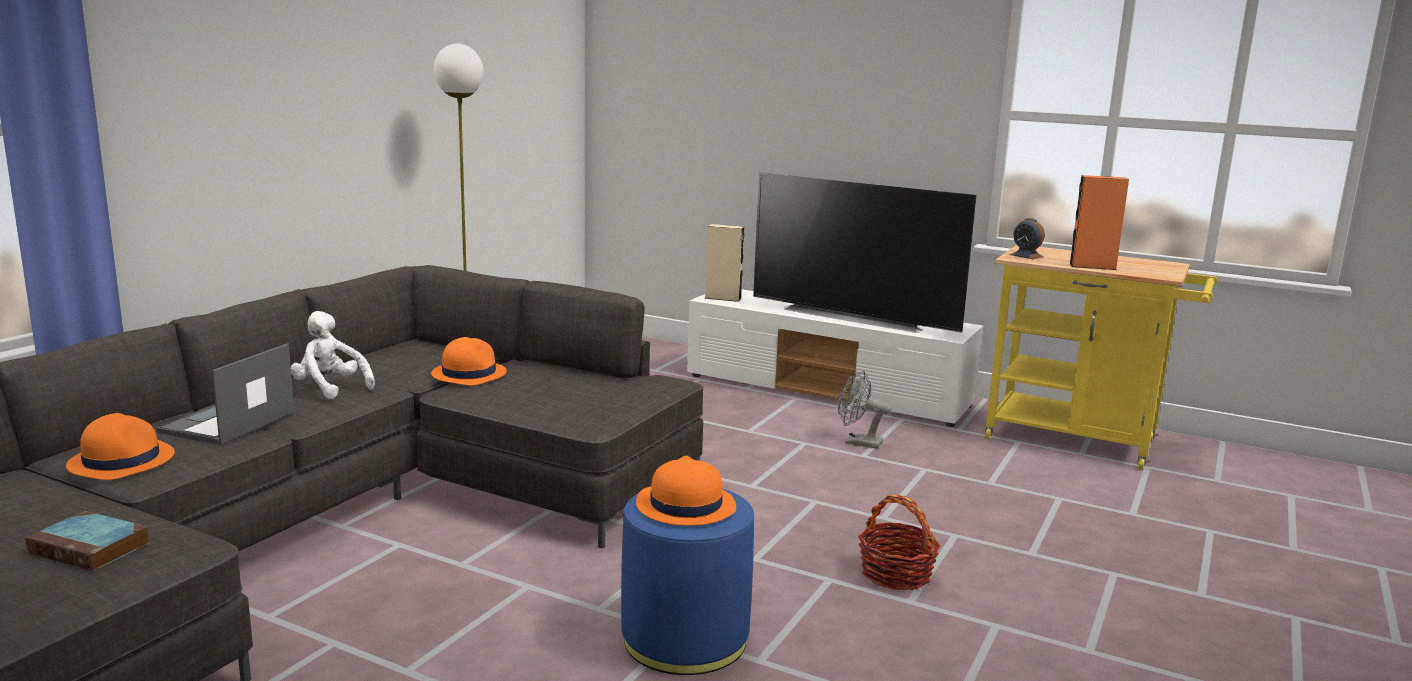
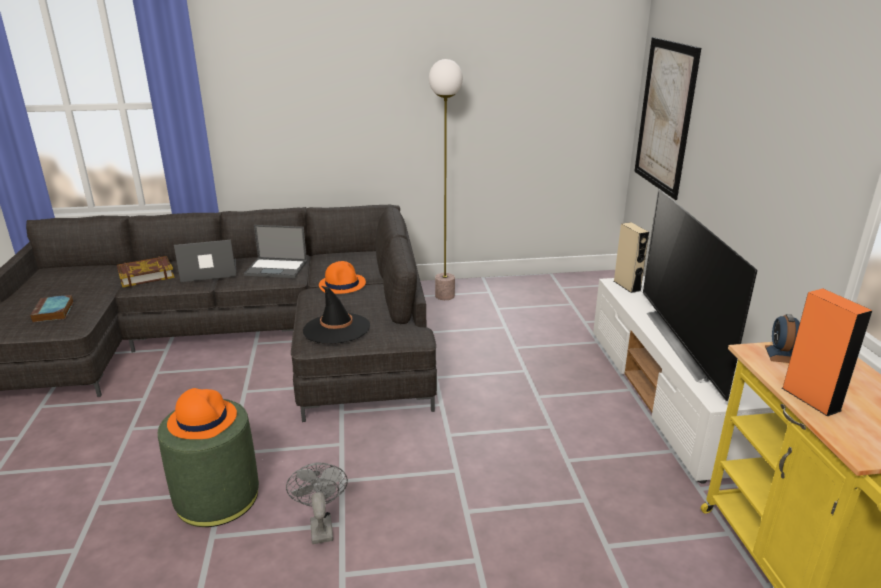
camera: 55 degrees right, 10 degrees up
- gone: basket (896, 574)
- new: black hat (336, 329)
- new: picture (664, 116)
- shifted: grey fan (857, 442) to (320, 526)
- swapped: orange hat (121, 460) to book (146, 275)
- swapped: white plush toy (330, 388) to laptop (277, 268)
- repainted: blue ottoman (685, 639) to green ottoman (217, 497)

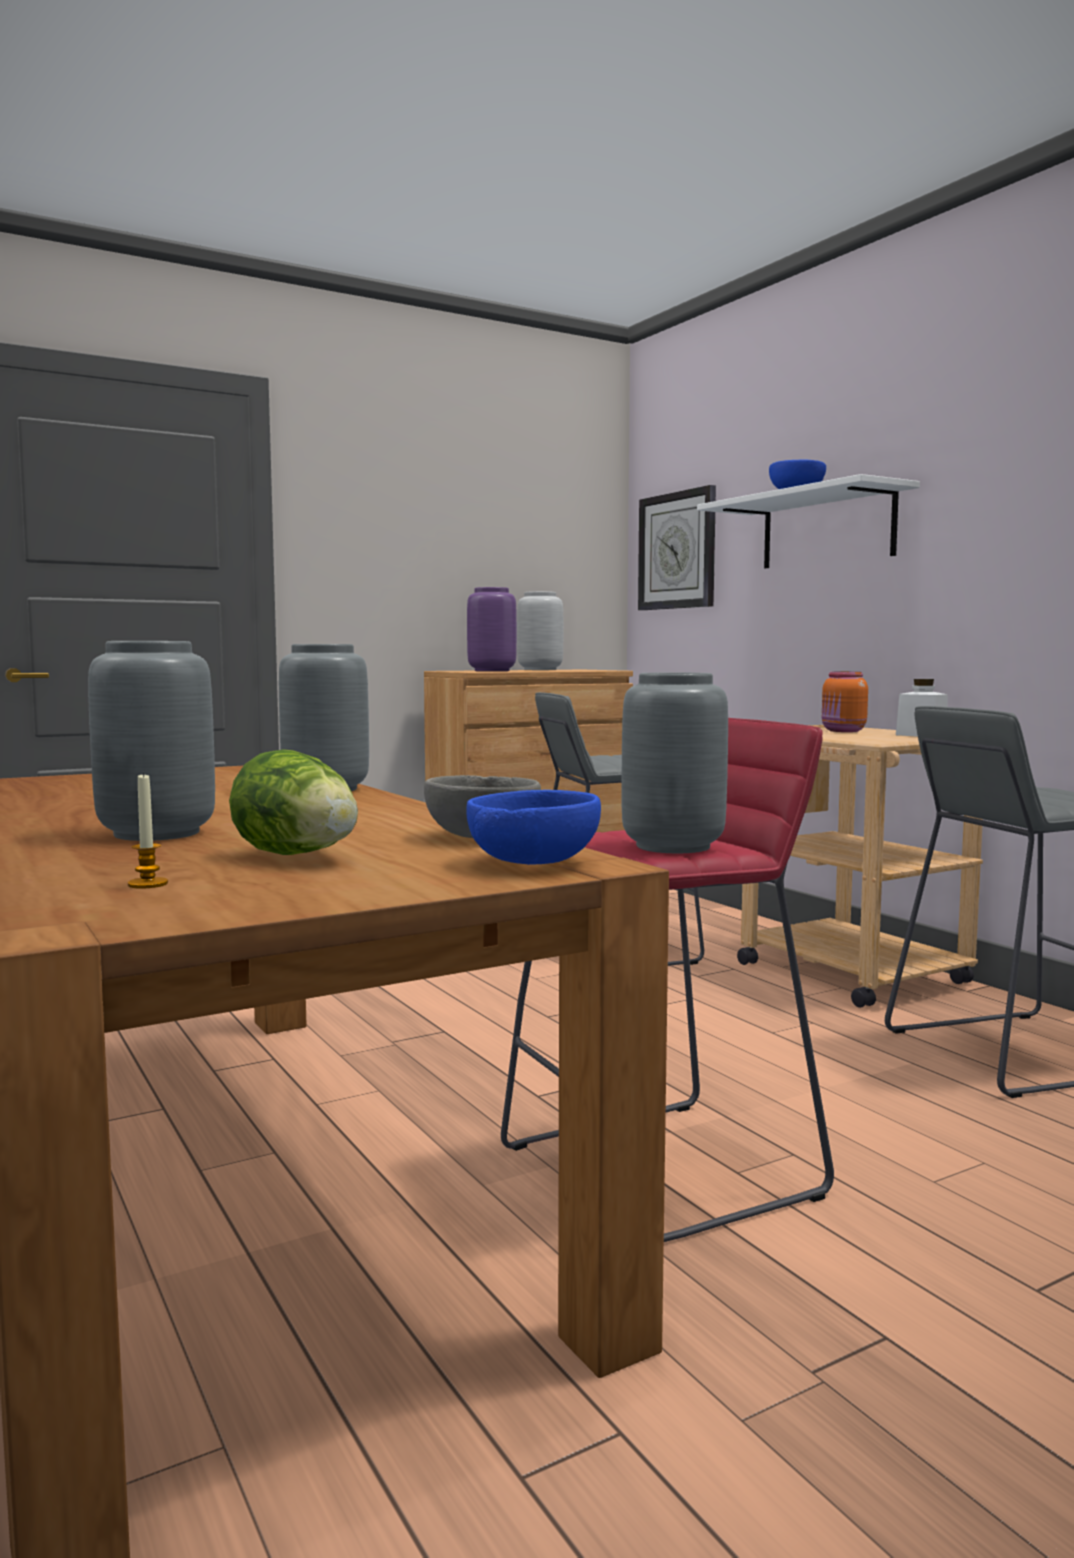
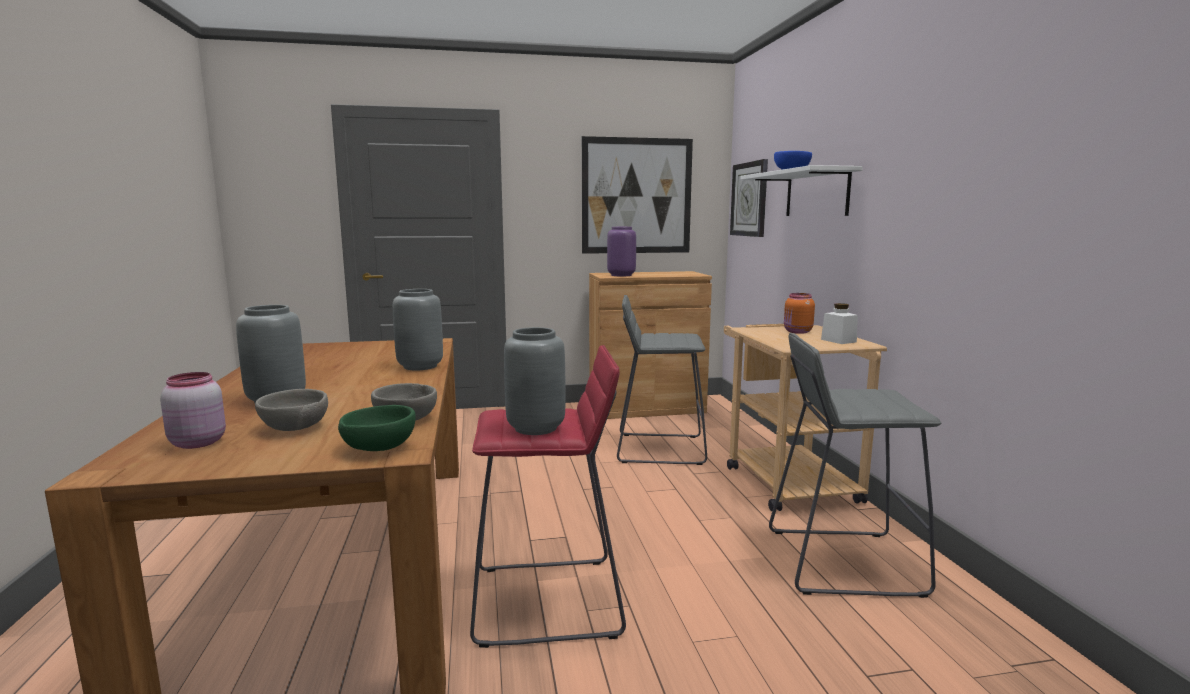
camera: 20 degrees right, 5 degrees up
- gone: grey vase (541, 669)
- new: picture (636, 196)
- swapped: candle (148, 884) to pink jar (197, 442)
- swapped: lettuce (300, 856) to grey bowl (296, 427)
- repainted: blue bowl (536, 862) to green bowl (381, 448)

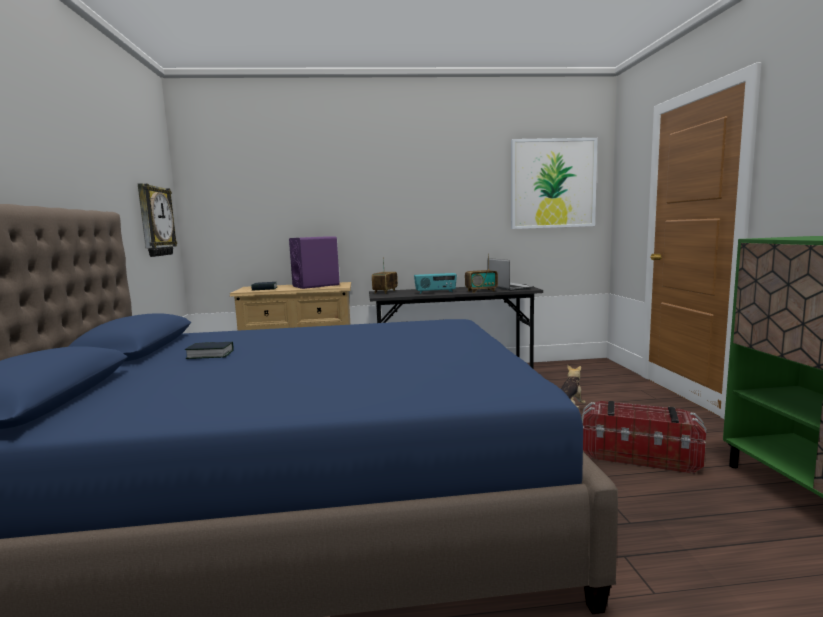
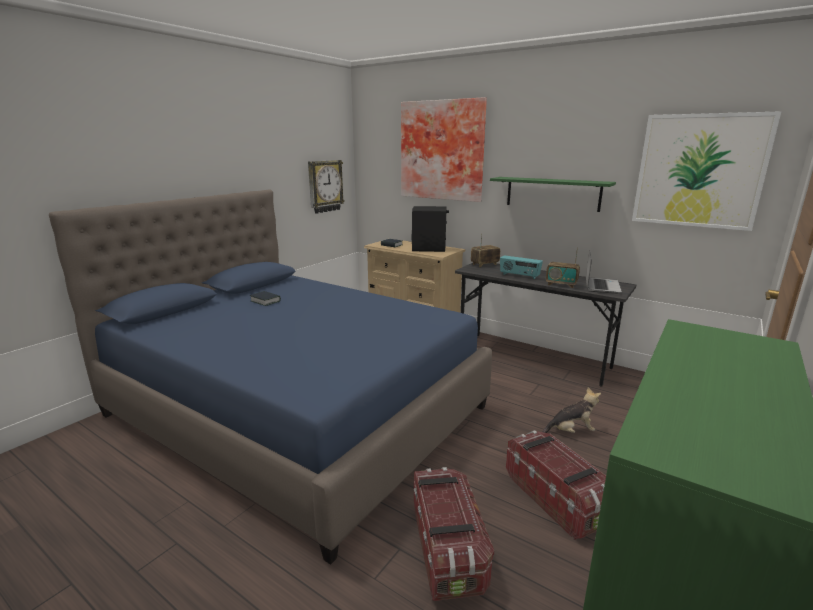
camera: 40 degrees right, 10 degrees up
- new: picture (443, 150)
- new: storage box (447, 549)
- new: green shelf (552, 193)
- repainted: purple speaker (316, 285) to black speaker (429, 249)

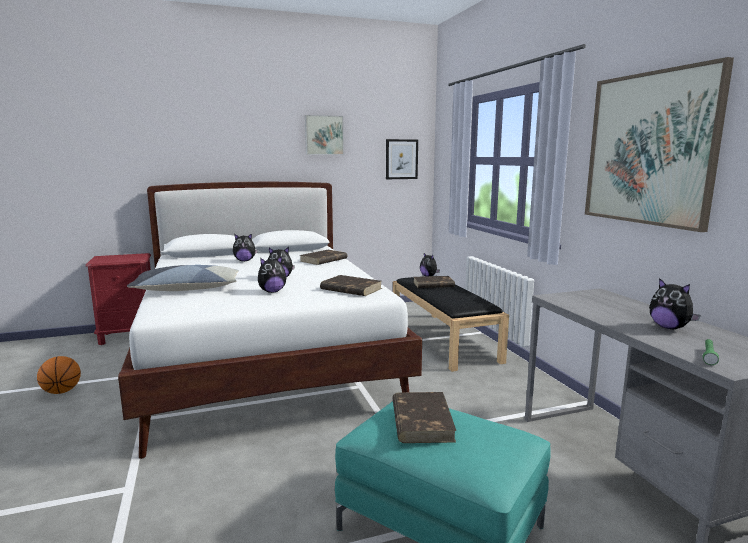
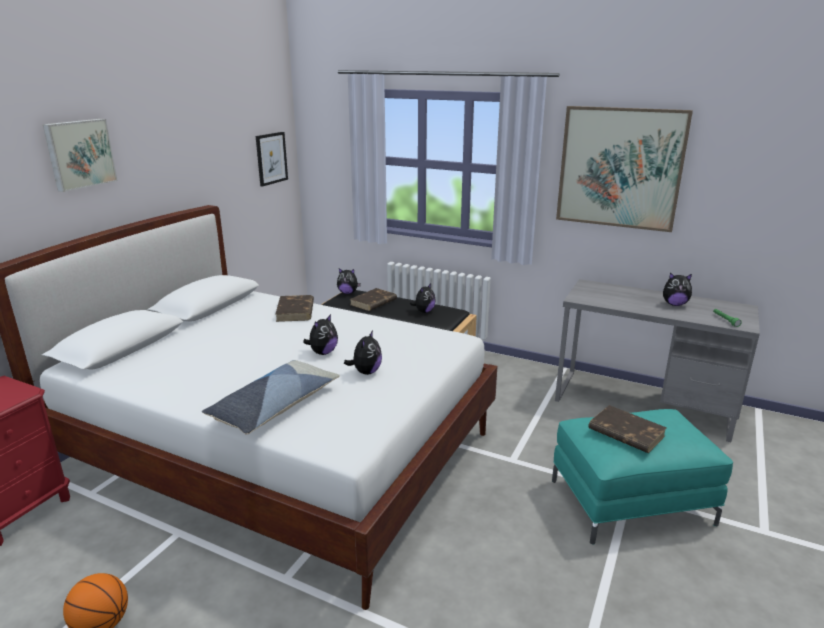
camera: 45 degrees left, 10 degrees up
- gone: brown book (350, 289)
- shifted: plush toy (245, 261) to (424, 311)
- shifted: picture (324, 135) to (79, 154)

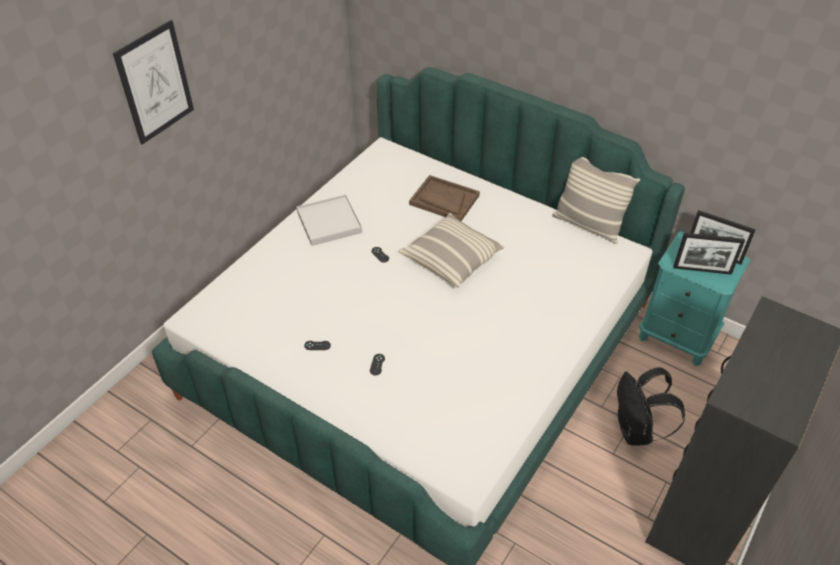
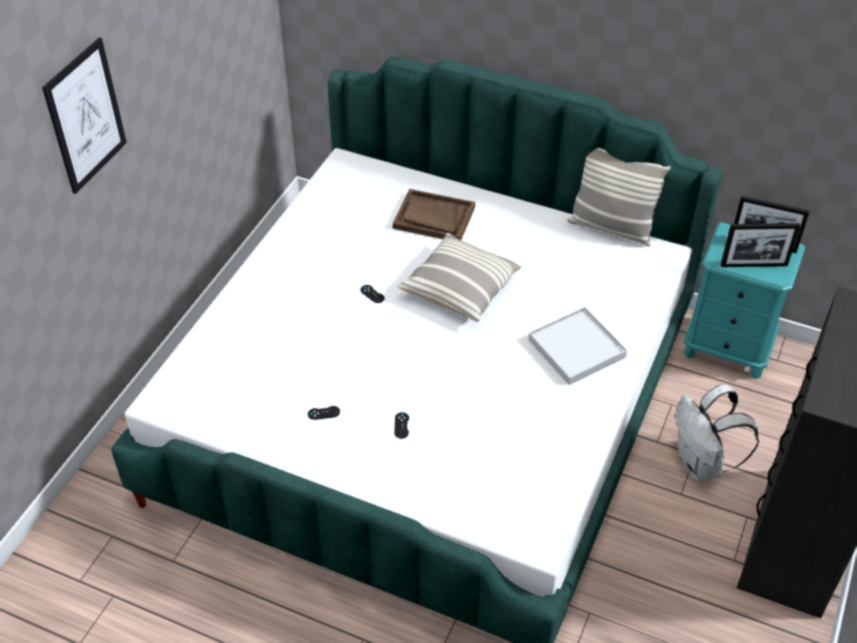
camera: 10 degrees left, 0 degrees up
- shifted: white tray (329, 222) to (577, 348)
- repainted: black backpack (636, 431) to white backpack (702, 464)

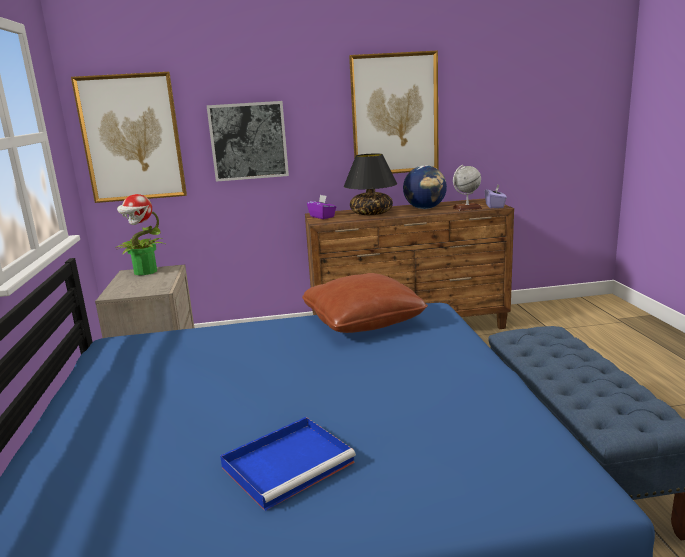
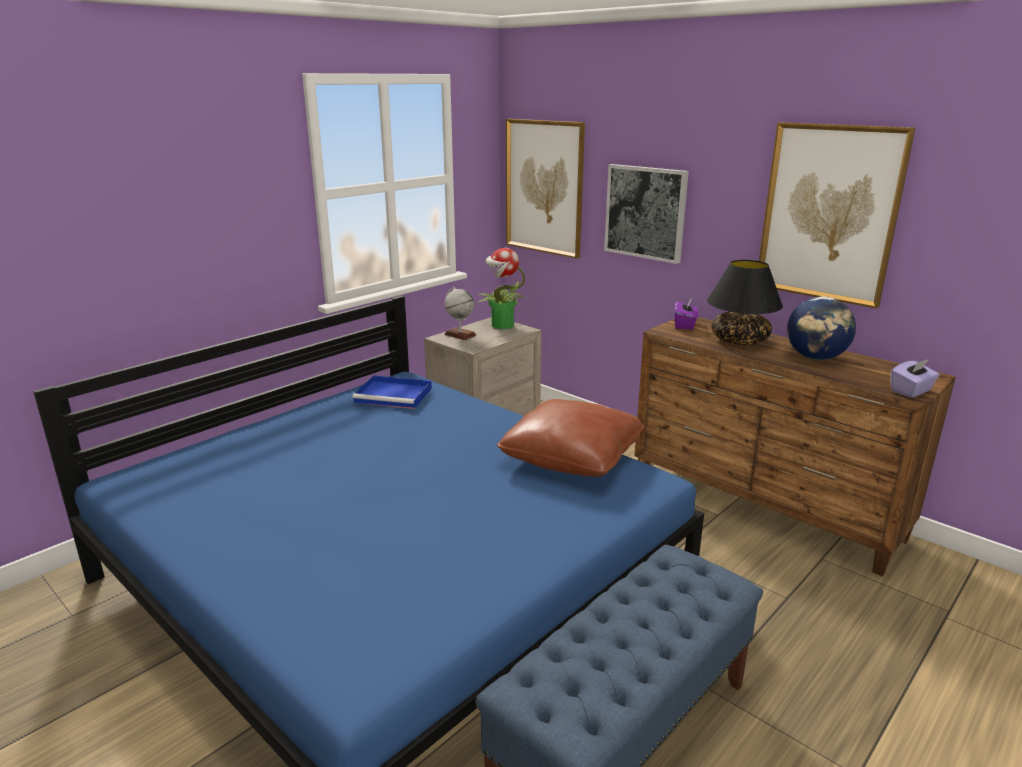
camera: 50 degrees right, 5 degrees up
- shifted: blue tray (289, 463) to (395, 395)
- shifted: globe (467, 208) to (460, 335)

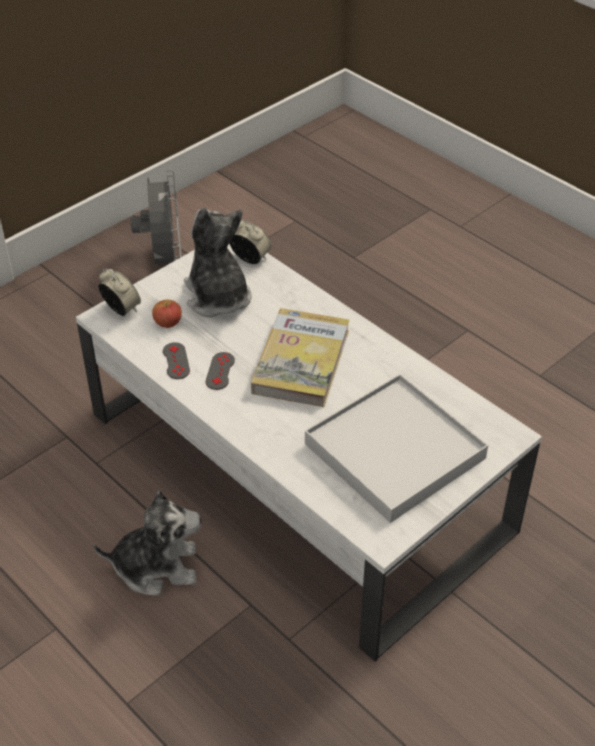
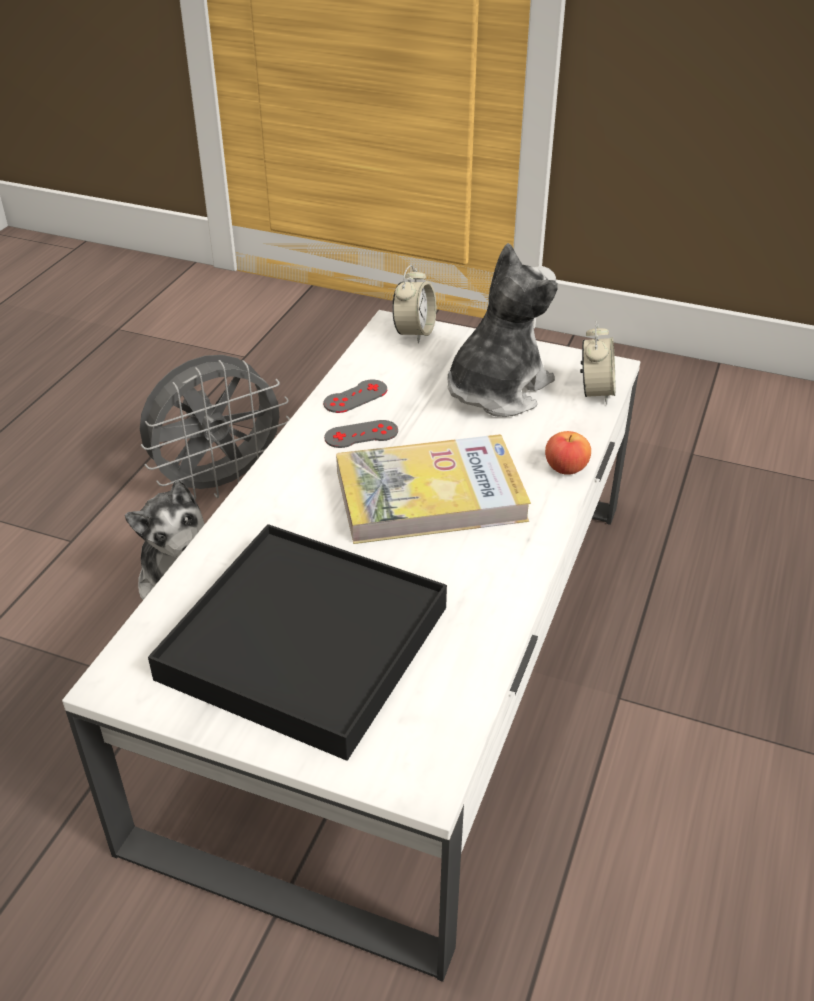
camera: 65 degrees right, 5 degrees down
- shifted: grey fan (165, 262) to (220, 482)
- shifted: apple (168, 323) to (566, 468)
- repainted: white tray (394, 450) to black tray (305, 643)

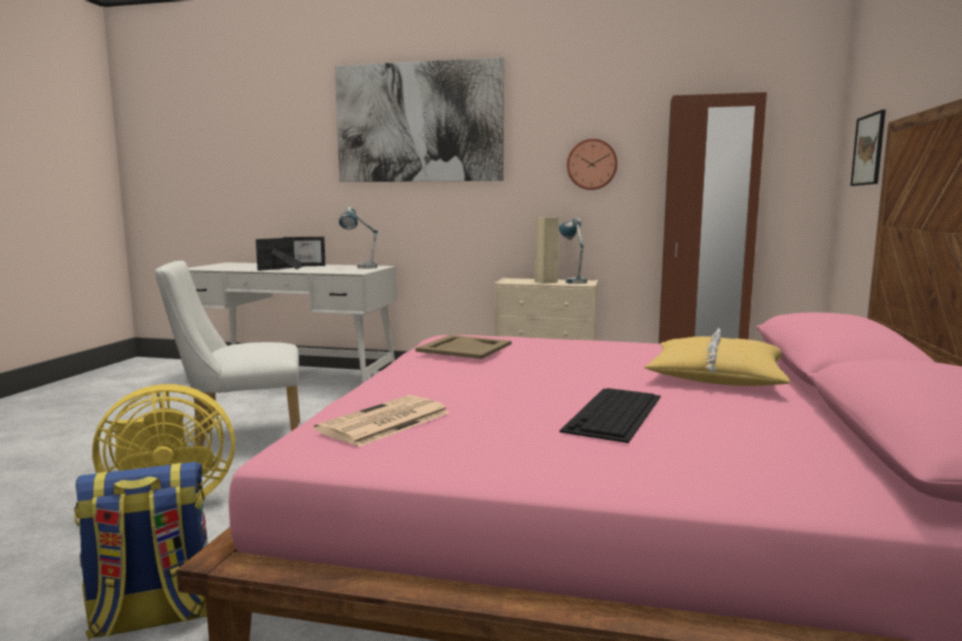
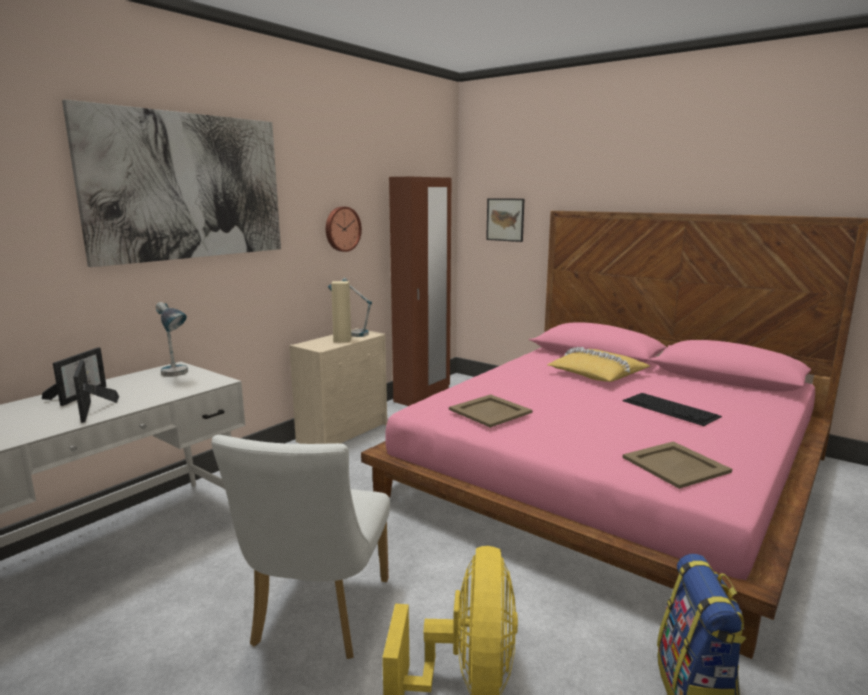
camera: 65 degrees left, 5 degrees up
- swapped: newspaper (384, 422) to beige tray (676, 465)

